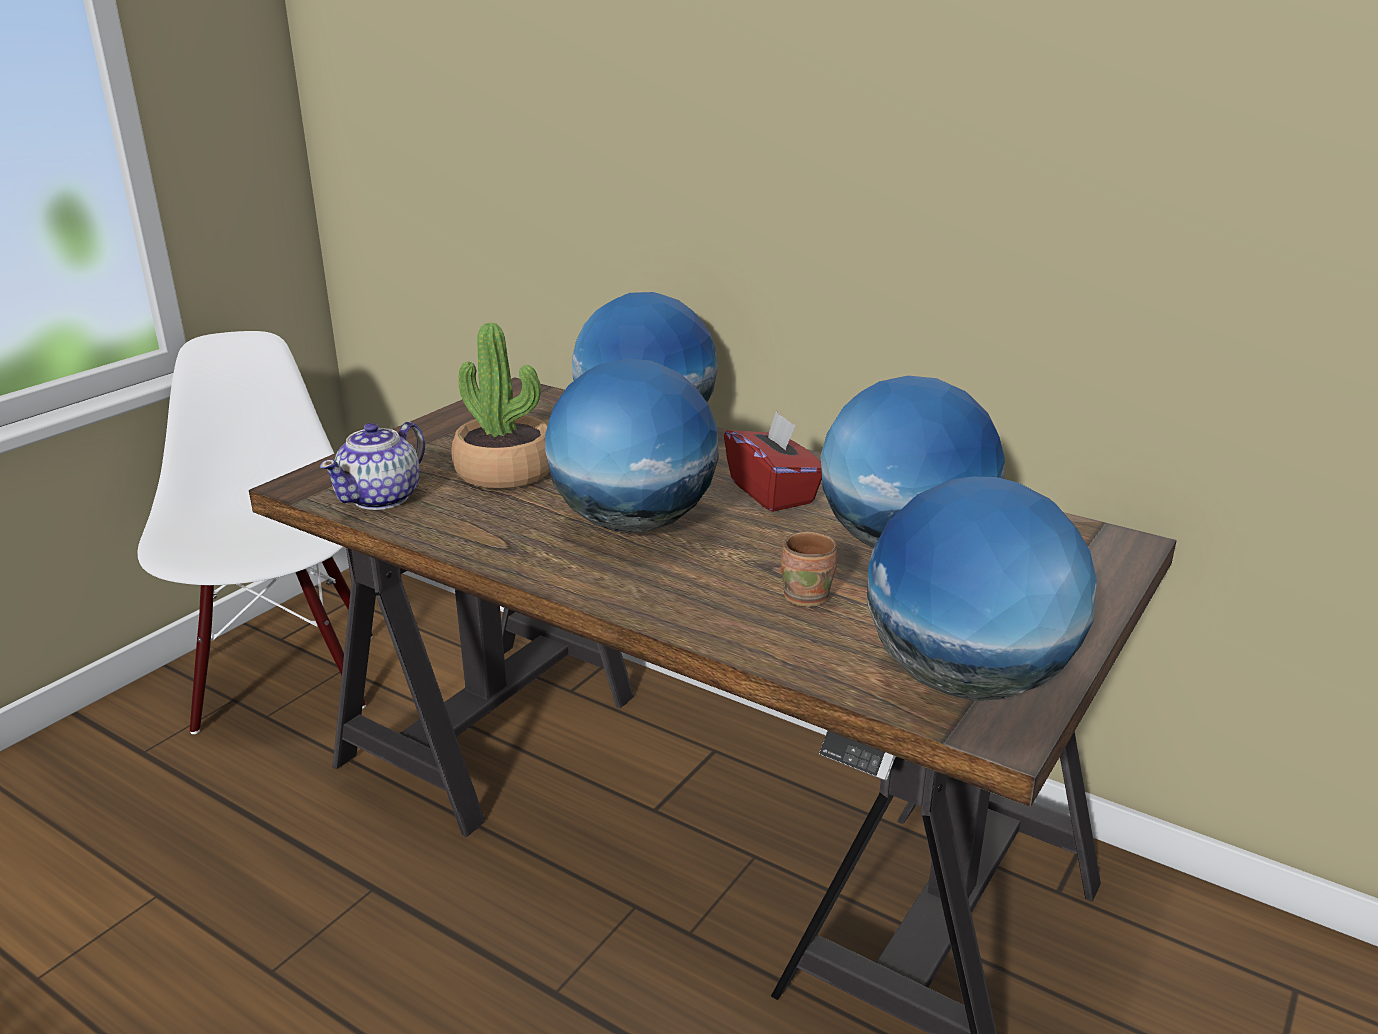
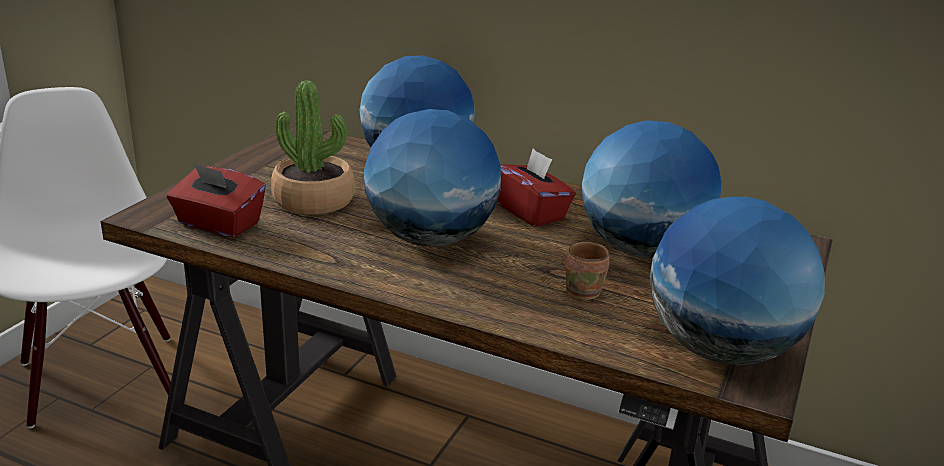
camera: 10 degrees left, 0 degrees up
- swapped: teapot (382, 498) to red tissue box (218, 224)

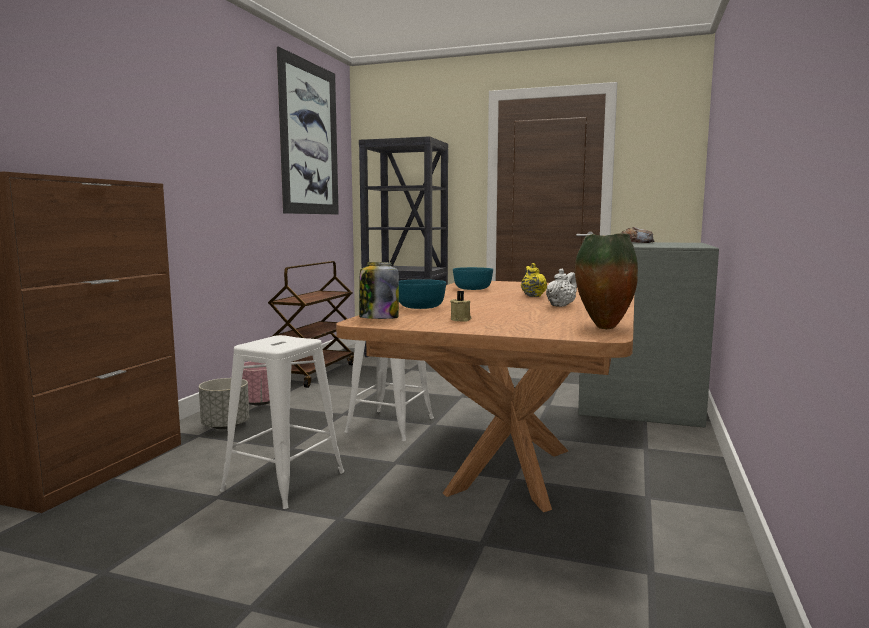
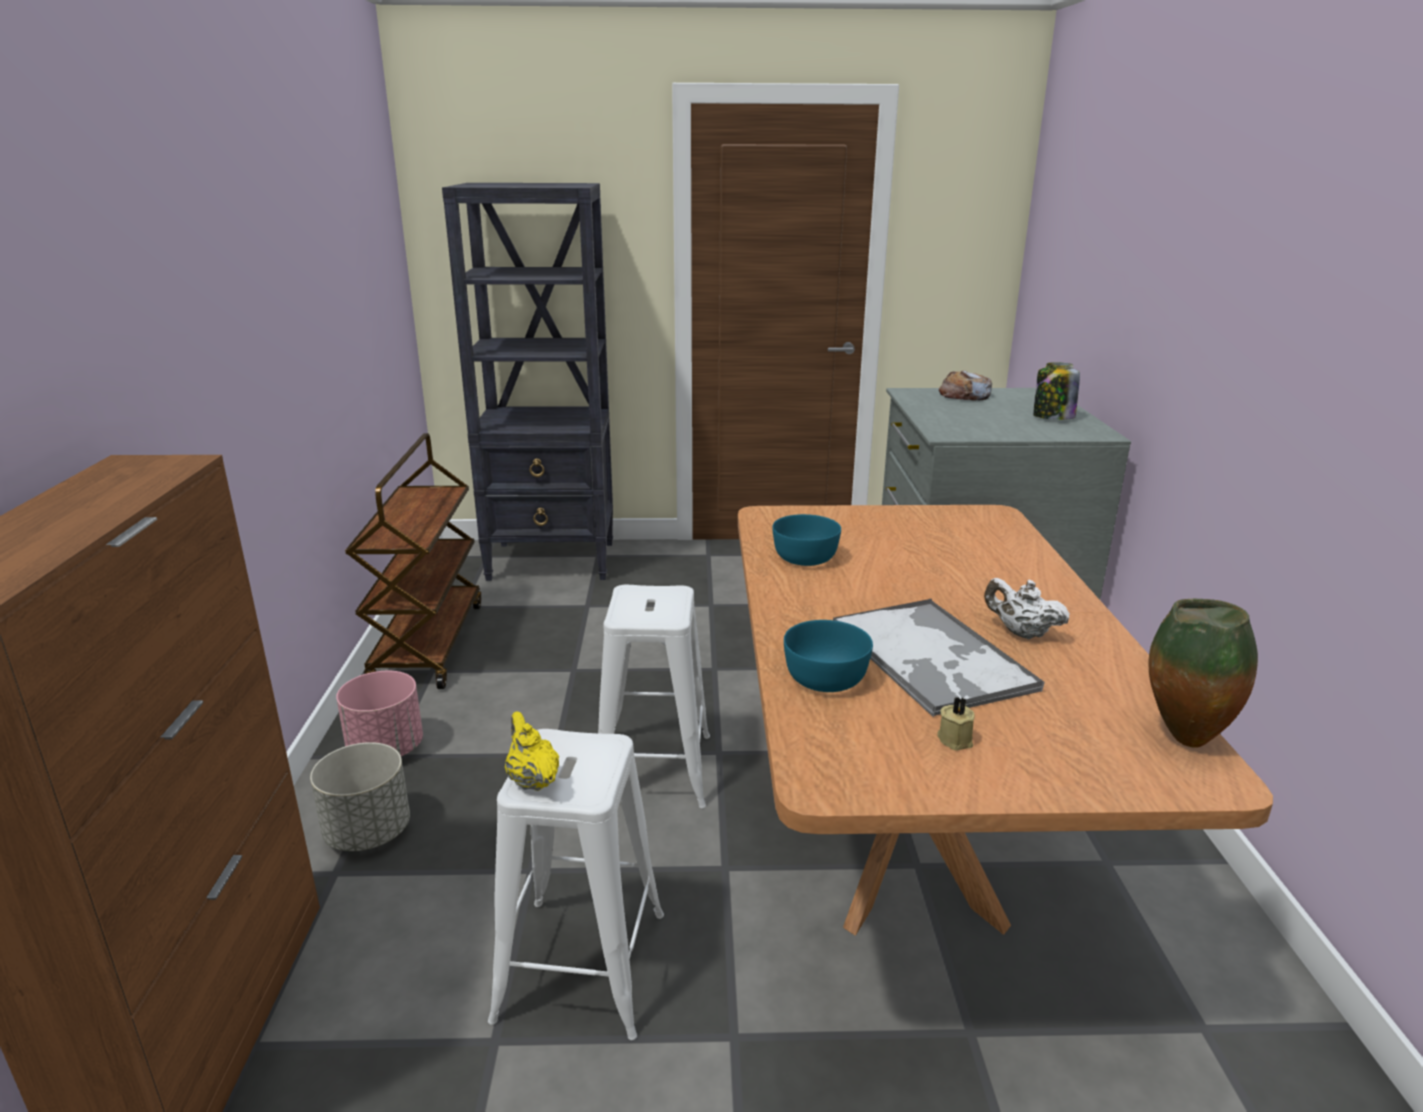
camera: 20 degrees left, 15 degrees up
- gone: picture (309, 139)
- new: tray (932, 657)
- shifted: jar (378, 318) to (1052, 417)
- shifted: yellow teapot (533, 296) to (532, 780)
- rotated: white teapot (561, 305) = (1021, 633) 75 degrees counterclockwise

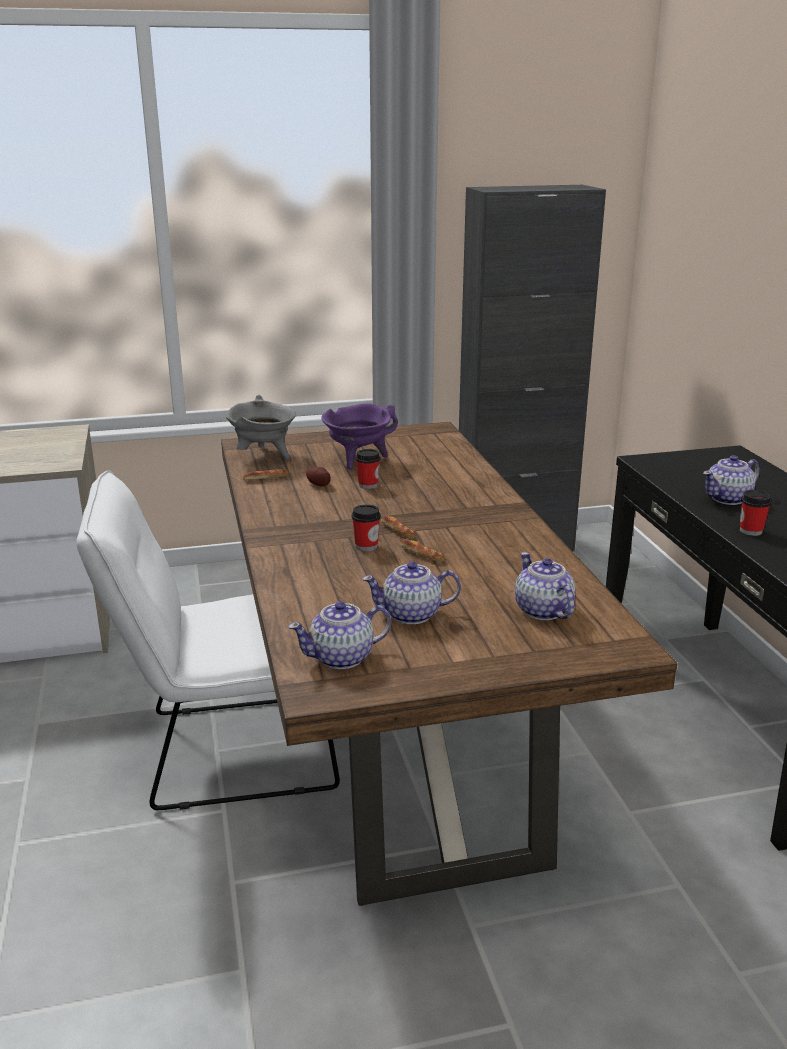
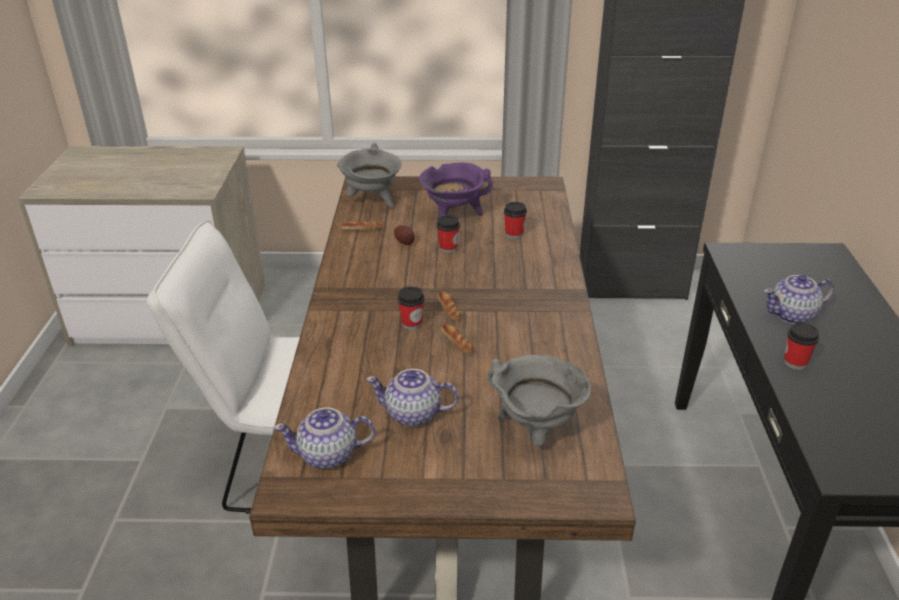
camera: 15 degrees right, 10 degrees up
- new: cup (514, 234)
- swapped: teapot (543, 611) to grey cooking pot (536, 431)

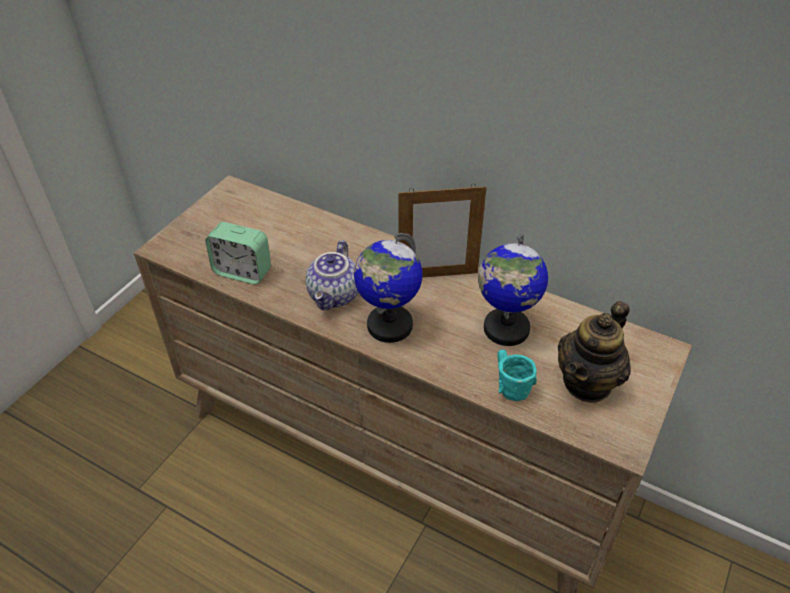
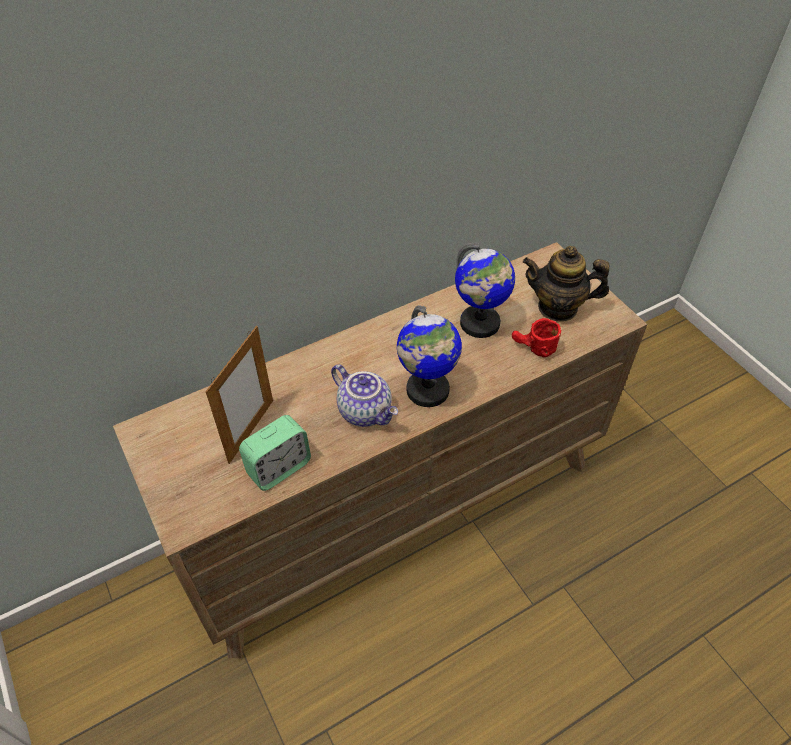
camera: 60 degrees left, 5 degrees up
- shifted: picture frame (438, 275) to (251, 431)
- repainted: turquoise mug (507, 383) to red mug (533, 349)
- rotated: teapot (587, 382) = (558, 308) 120 degrees clockwise

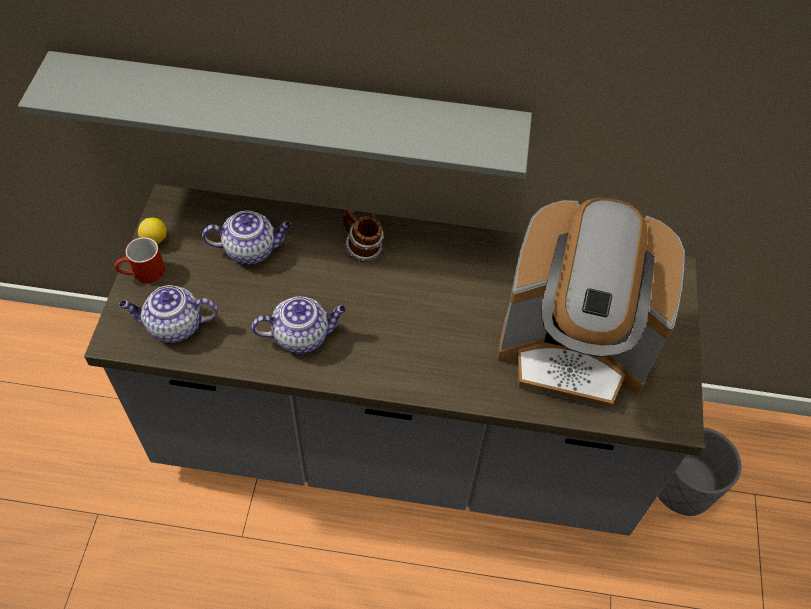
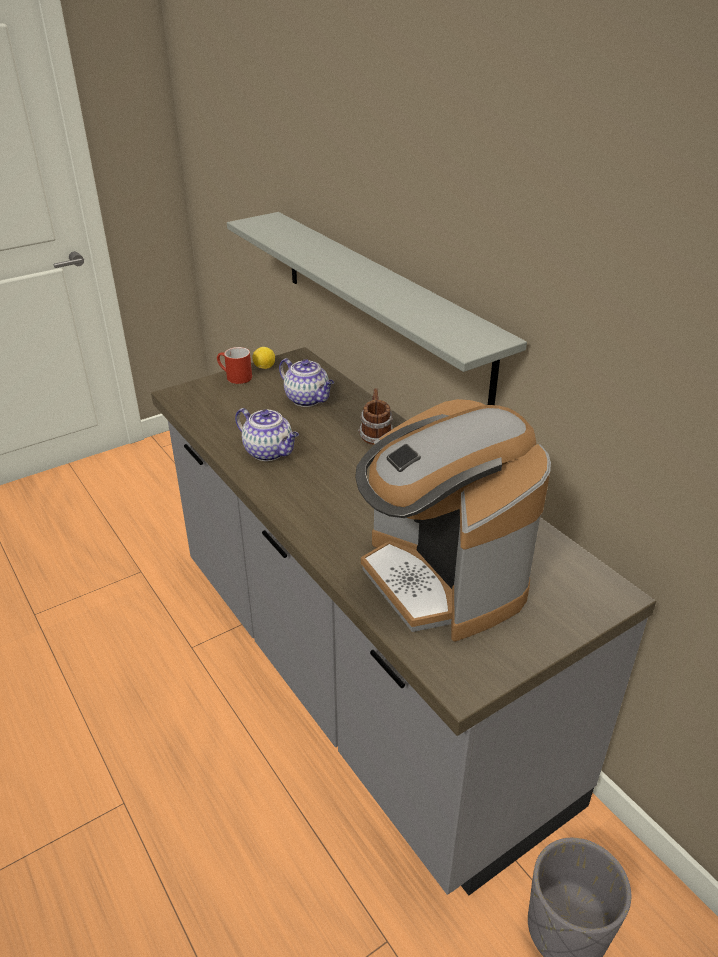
camera: 50 degrees right, 20 degrees down
- gone: teapot (174, 326)

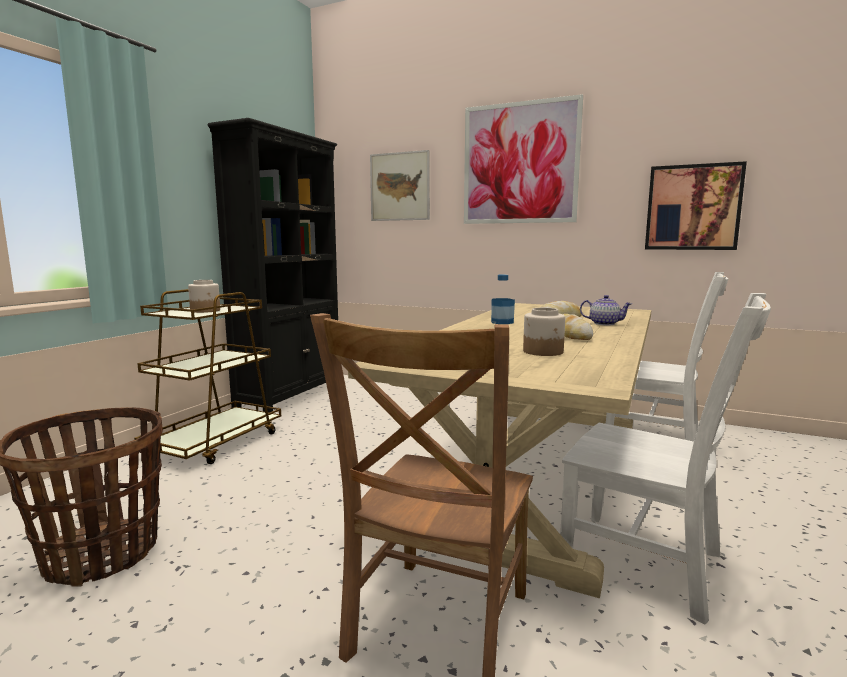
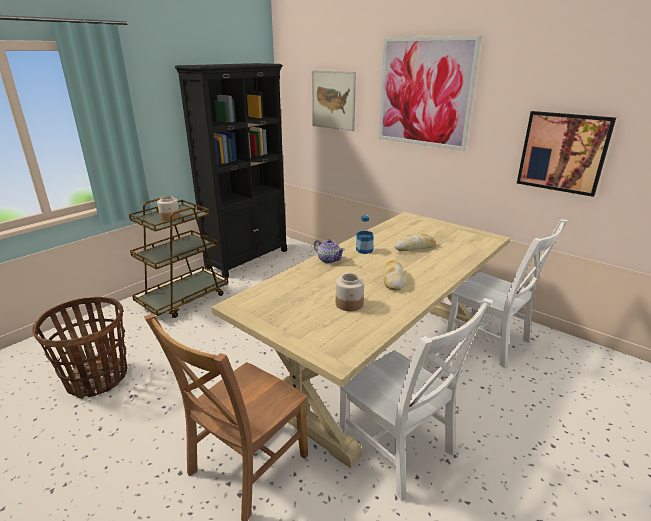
camera: 15 degrees right, 15 degrees up
- shifted: teapot (604, 323) to (328, 260)

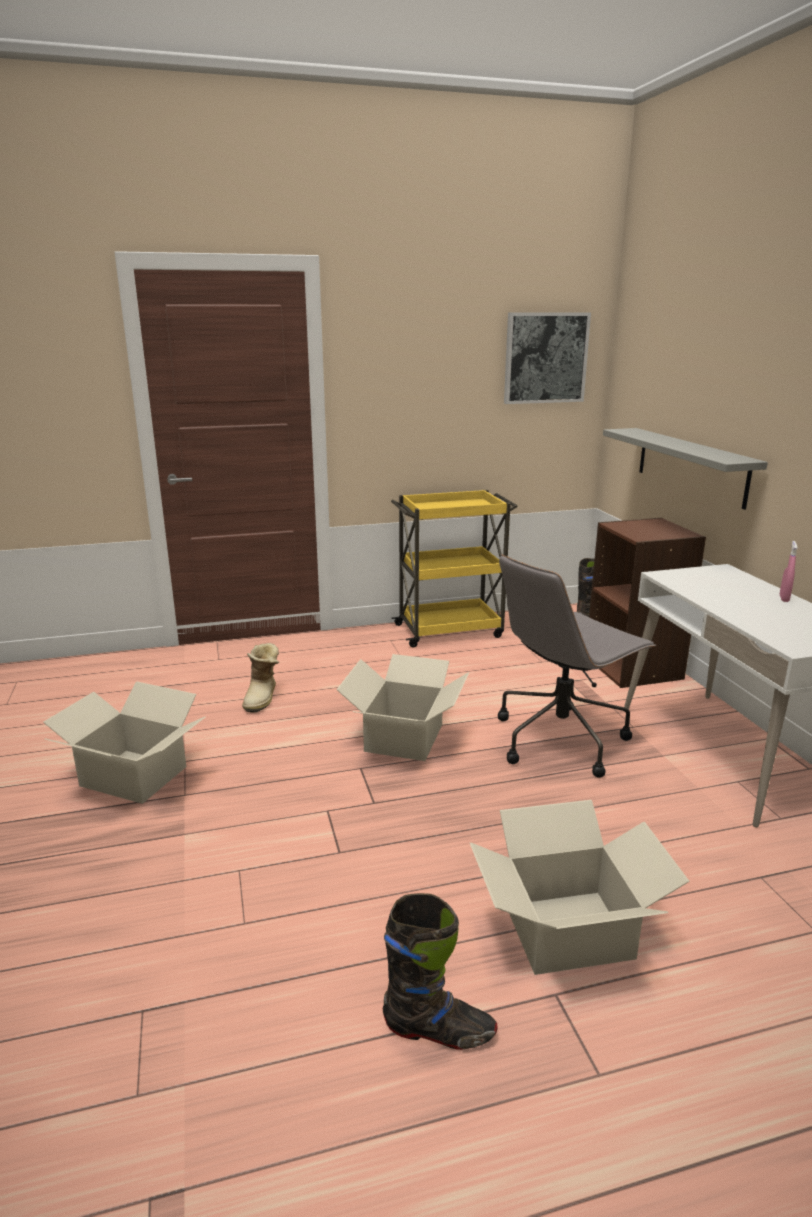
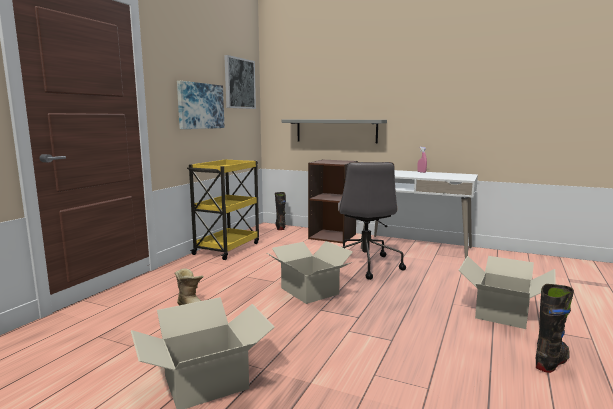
camera: 50 degrees left, 10 degrees down
- new: picture (200, 106)

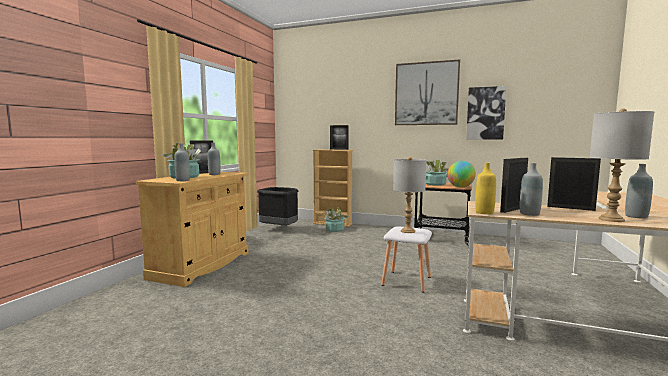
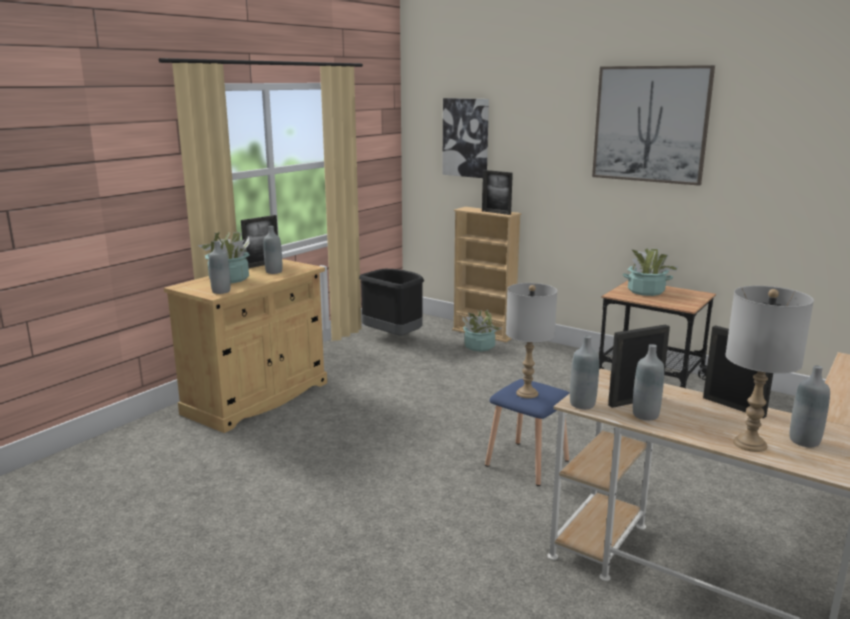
camera: 15 degrees right, 10 degrees up
- gone: globe (460, 187)
- shifted: picture (485, 113) to (466, 137)
- repainted: white stool (406, 281) to blue stool (527, 462)
- repainted: yellow bottle (484, 212) to grey bottle (582, 404)

